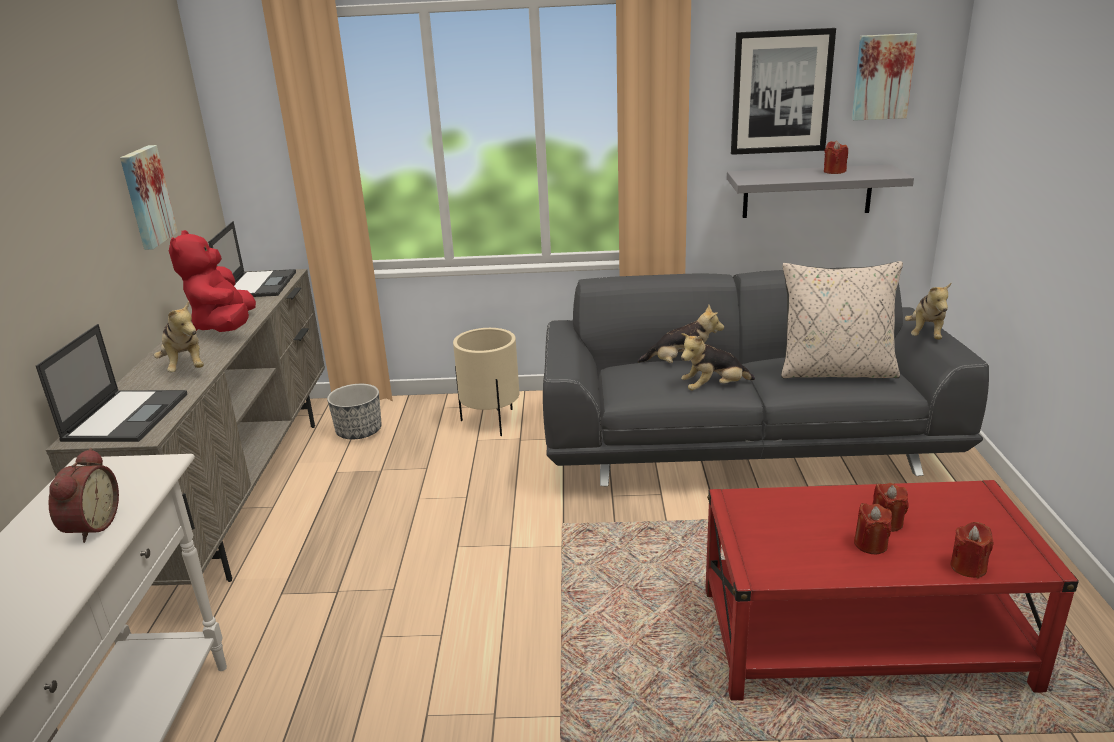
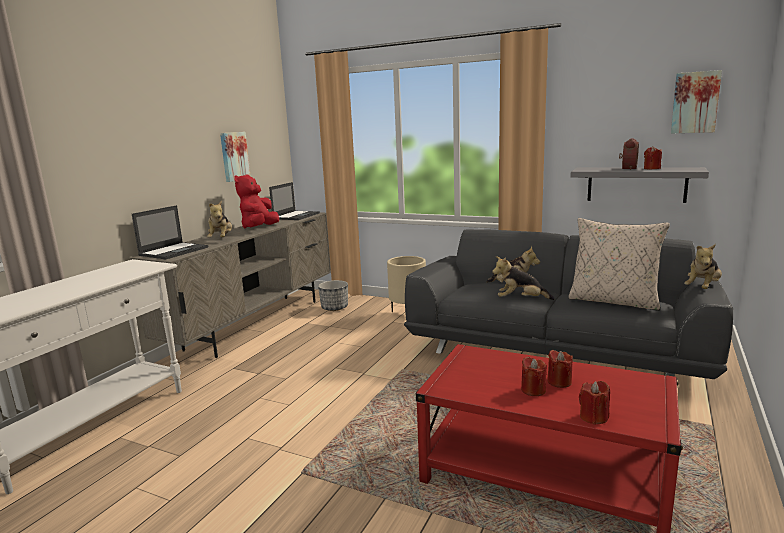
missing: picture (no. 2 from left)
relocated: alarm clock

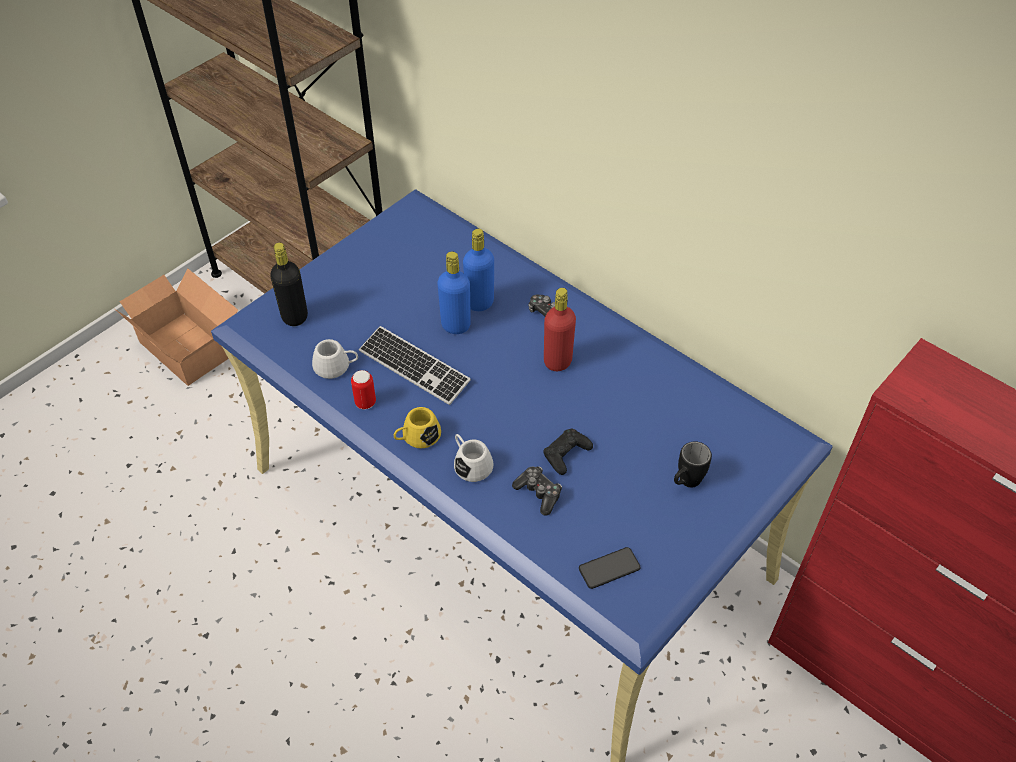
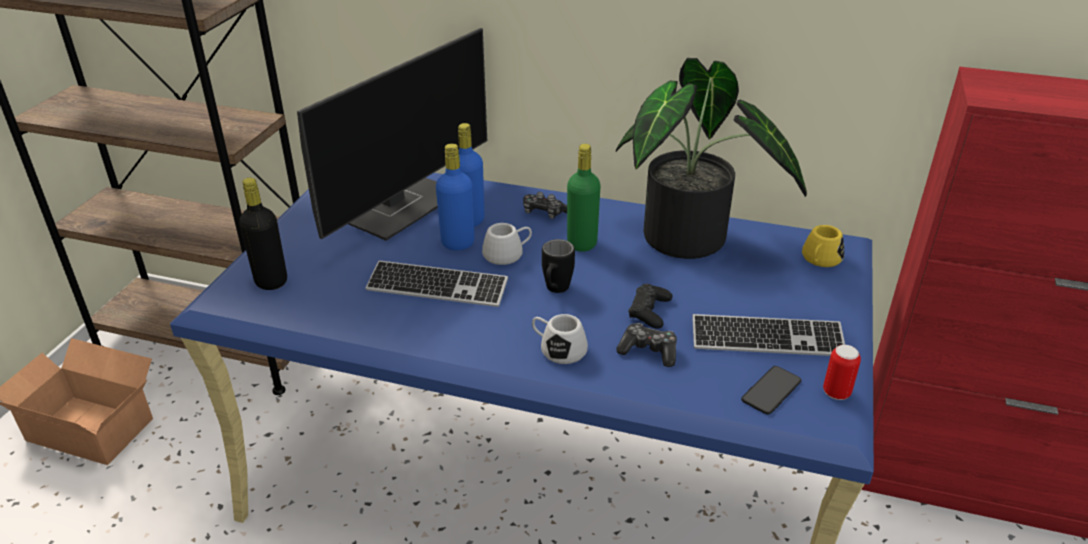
appeared: monitor; potted plant; keyboard (no. 2 from left)
relocated: white mug (no. 1 from left); can; yellow mug; black mug
colour: red bottle to green bottle

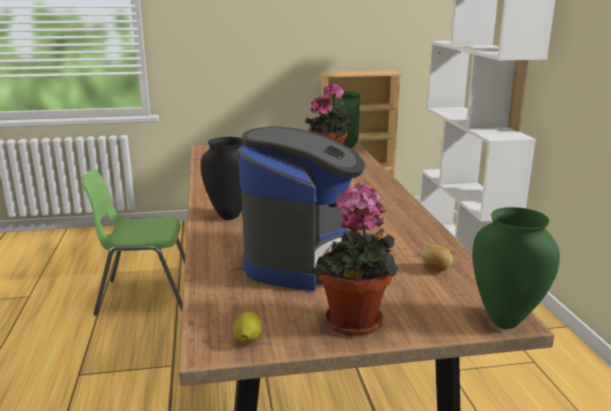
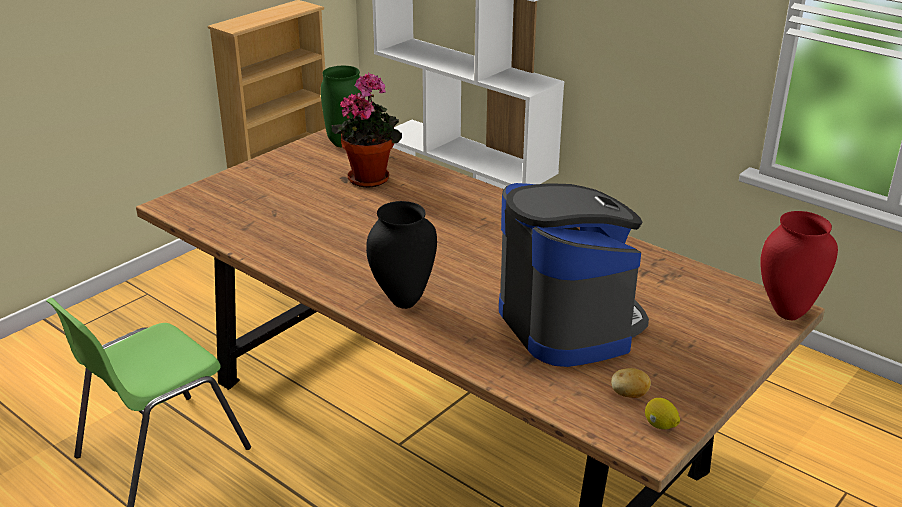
missing: potted plant (no. 2 from left)
relocated: potato
colour: green vase (no. 2 from left) to red vase

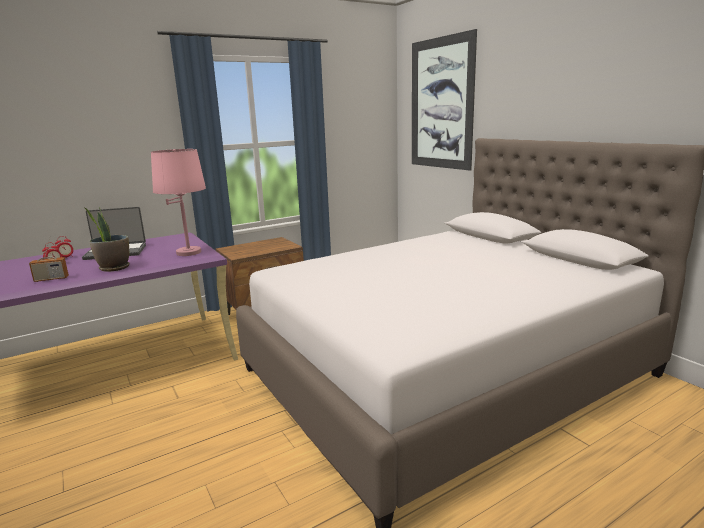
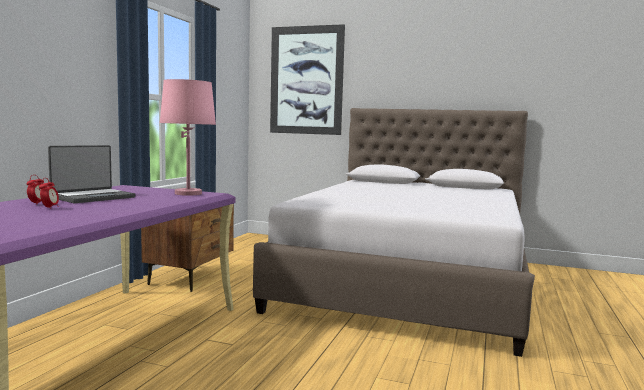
missing: potted plant; radio

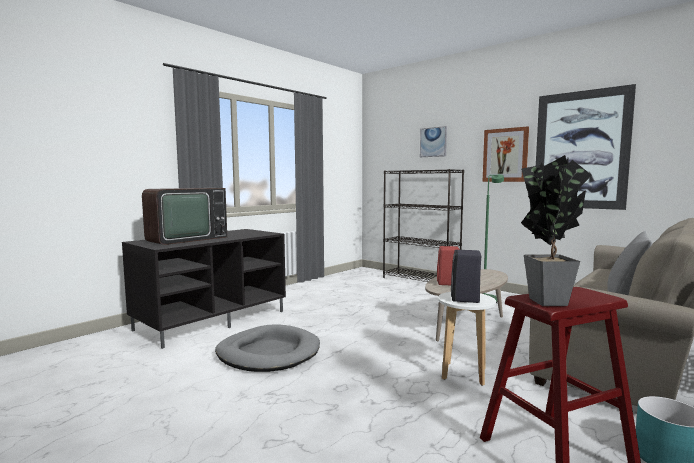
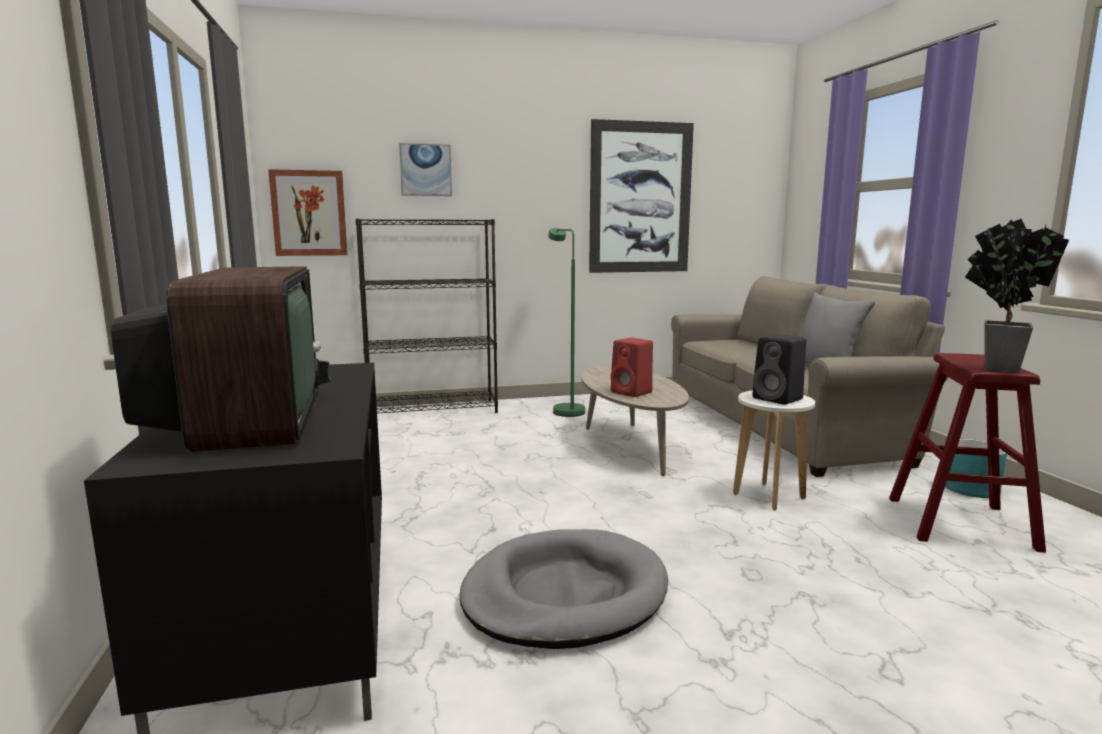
relocated: picture (no. 2 from left in the first image) to picture (no. 1 from left)

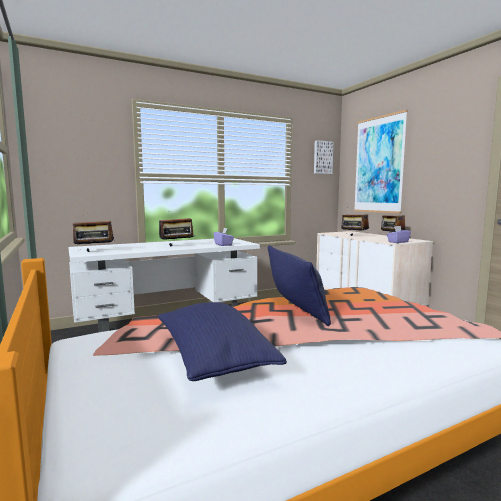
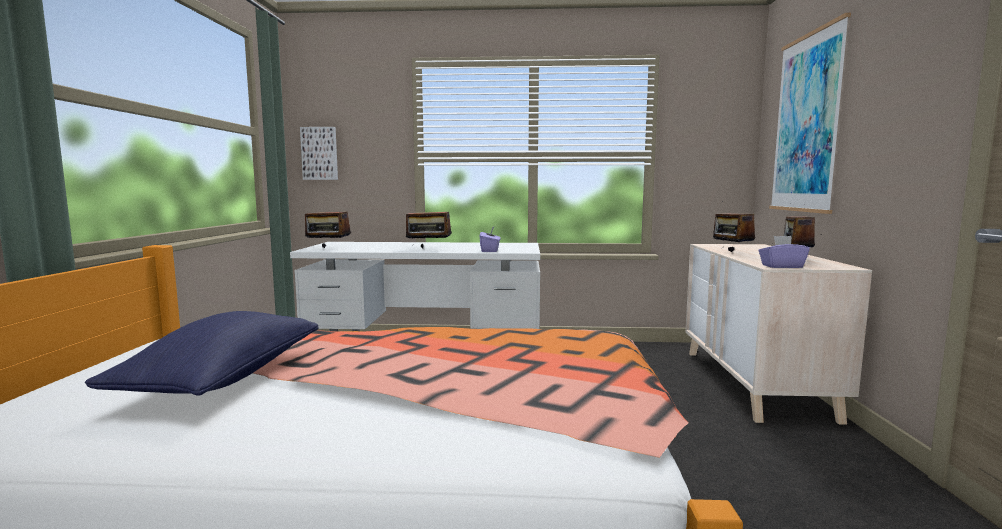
missing: blue pillow (no. 2 from left)
relocated: picture (no. 1 from left)

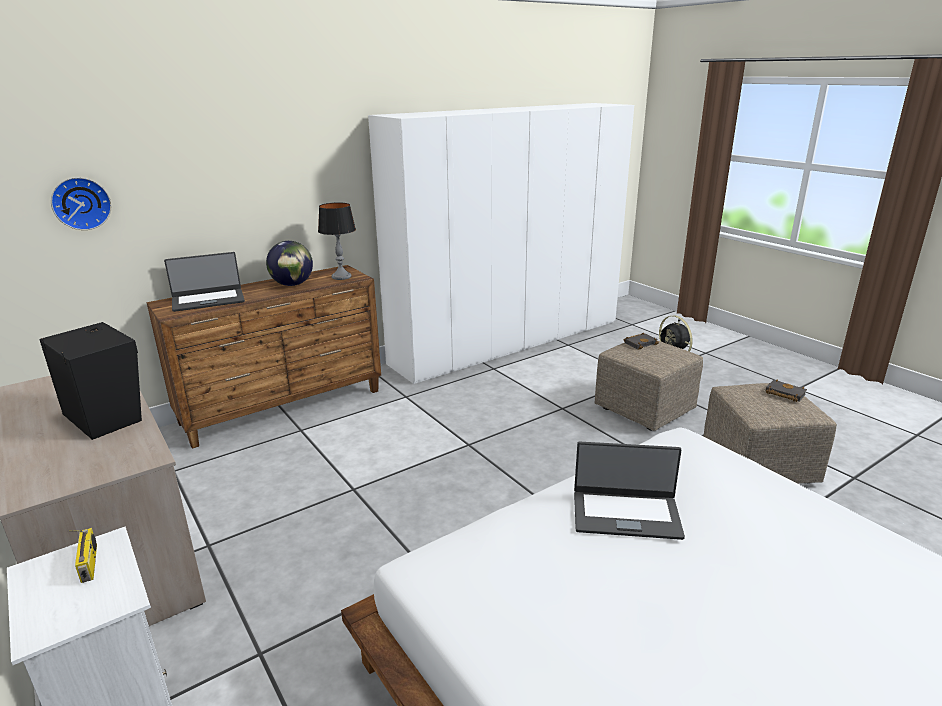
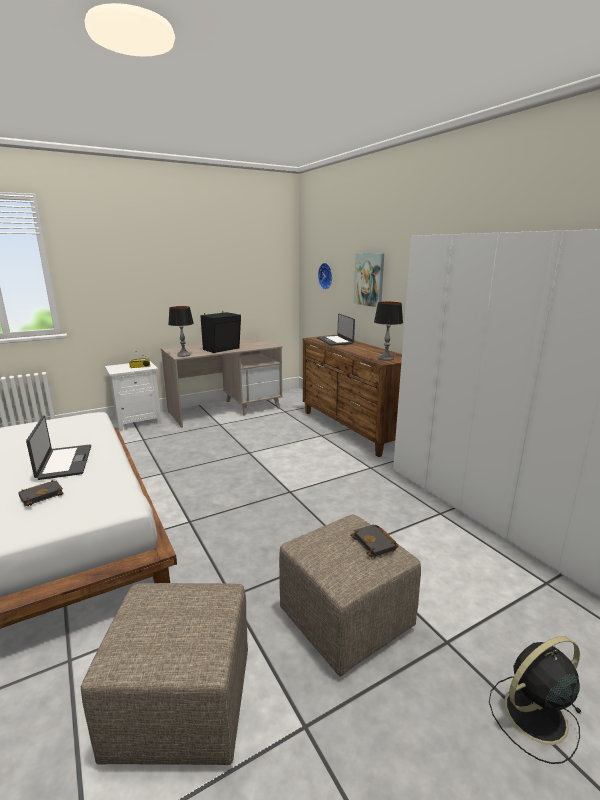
missing: globe
appeared: picture; table lamp (no. 1 from left)
relocated: black book (no. 2 from left in the first image) to black book (no. 1 from left)
spun: laptop (no. 2 from left in the first image) 150 degrees clockwise

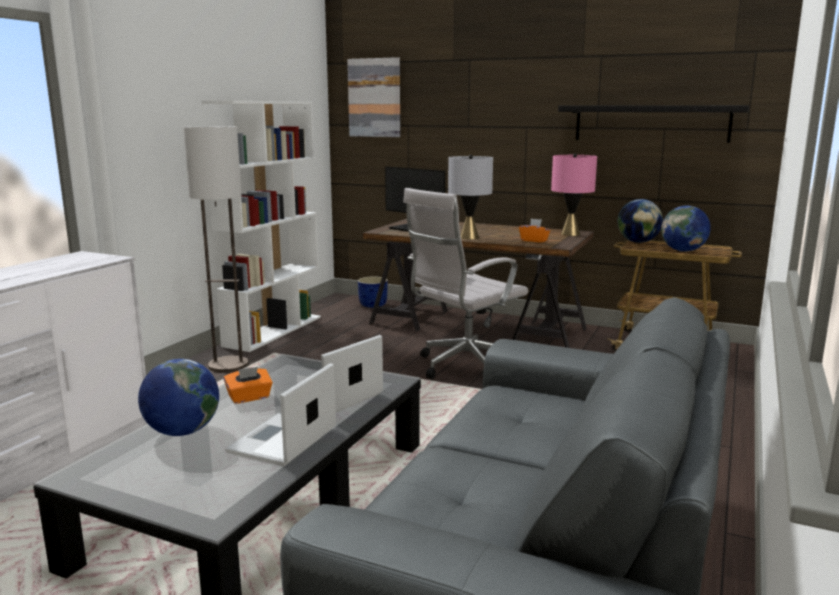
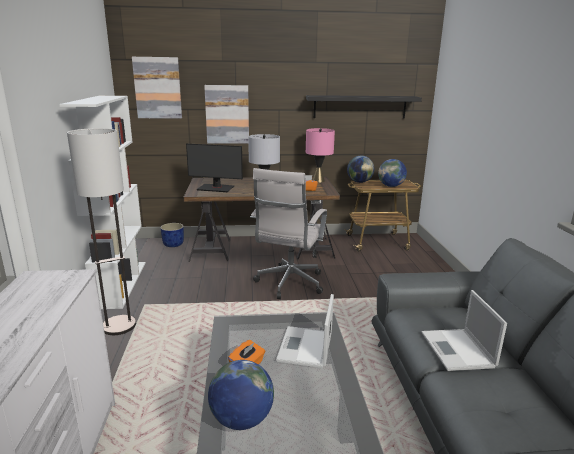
appeared: picture (no. 2 from left)
relocated: laptop (no. 1 from left in the first image) to laptop (no. 2 from left)

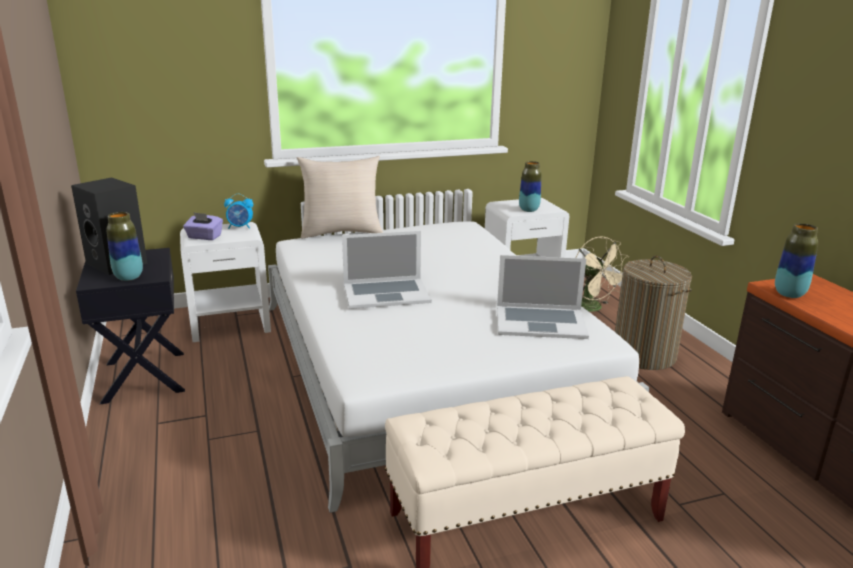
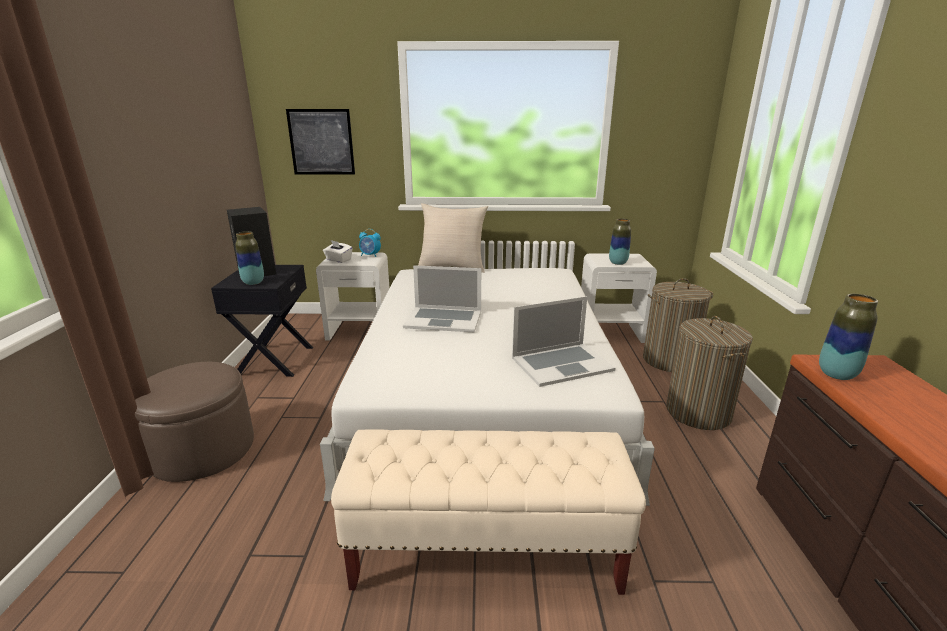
appeared: picture; brown ottoman
exchanged: beige fan to laundry basket (no. 1 from left)
colour: purple tissue box to white tissue box
spun: laptop (no. 2 from left) 45 degrees counterclockwise

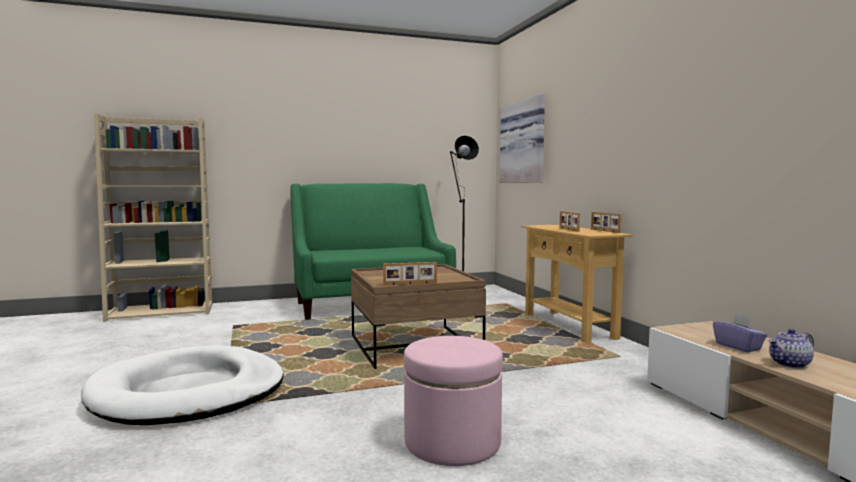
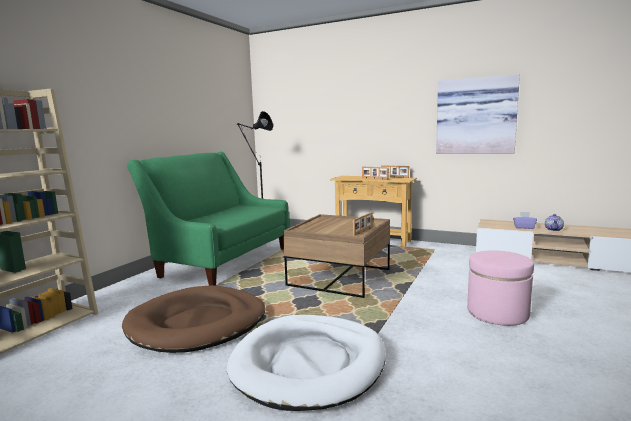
appeared: brown dog bed
relocated: picture

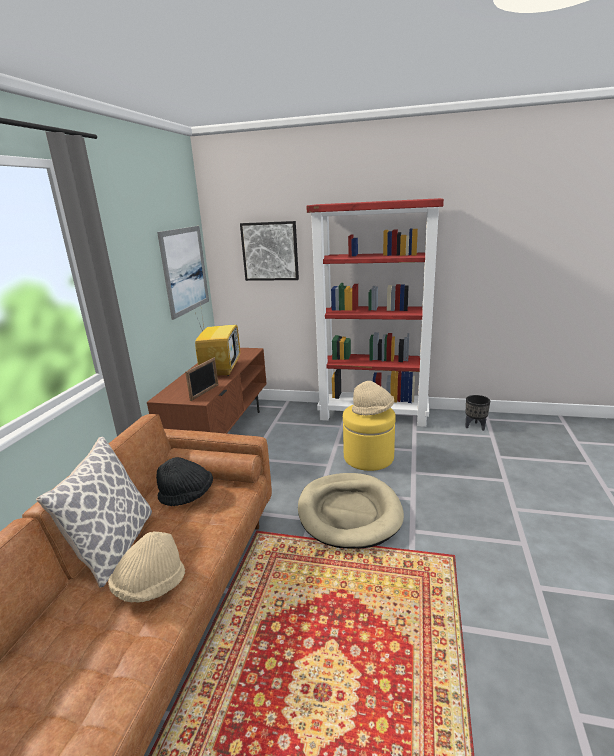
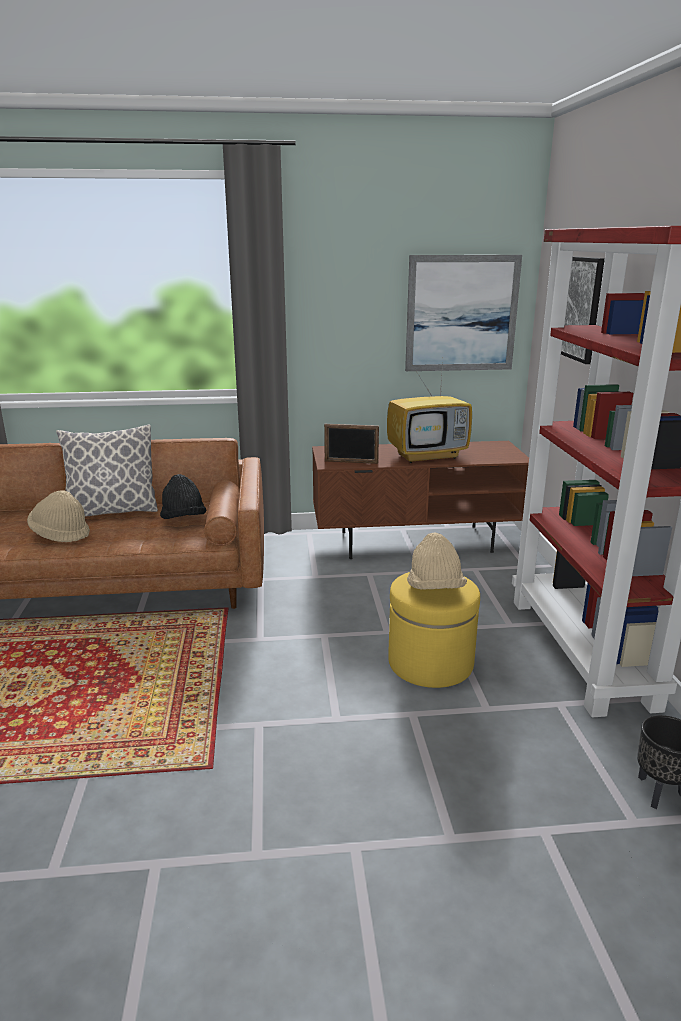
missing: beige dog bed

